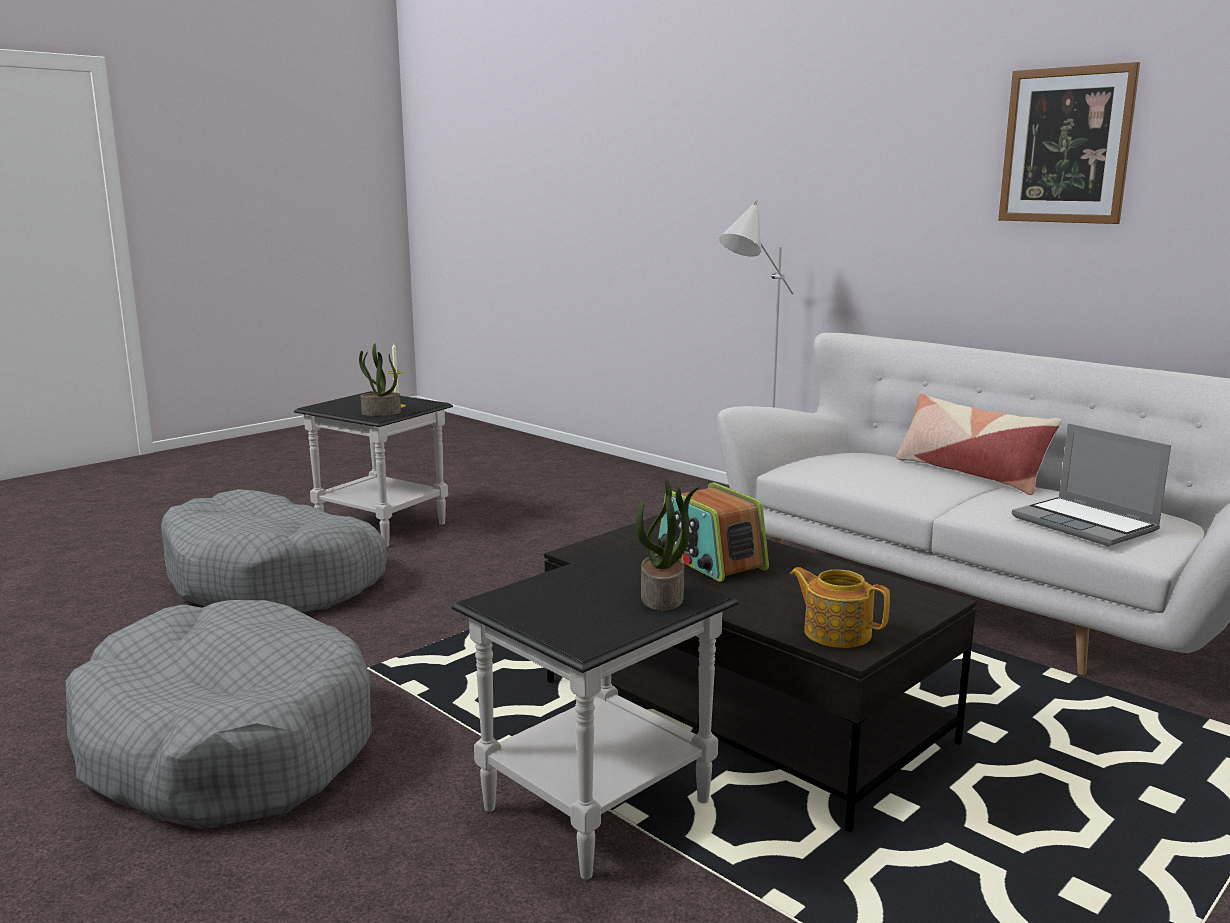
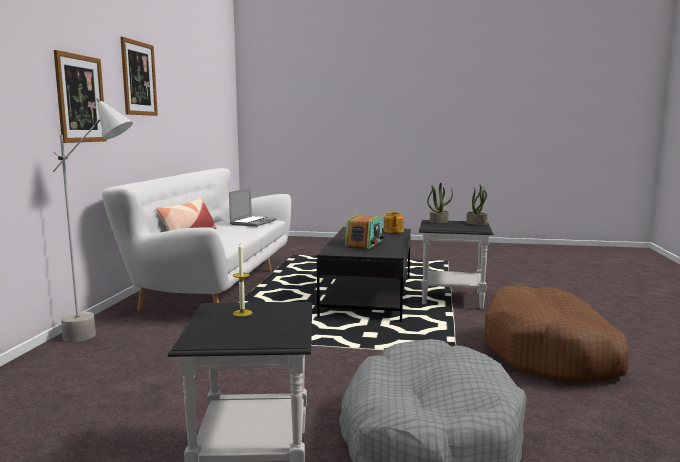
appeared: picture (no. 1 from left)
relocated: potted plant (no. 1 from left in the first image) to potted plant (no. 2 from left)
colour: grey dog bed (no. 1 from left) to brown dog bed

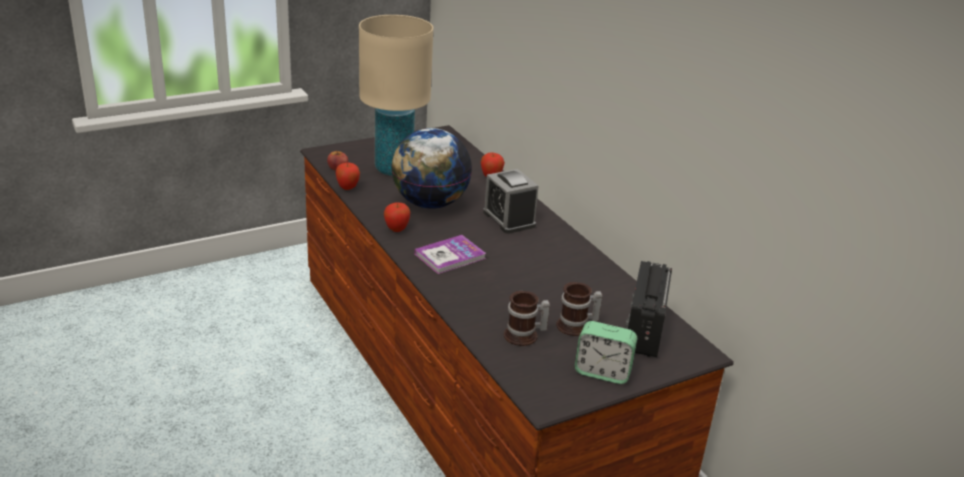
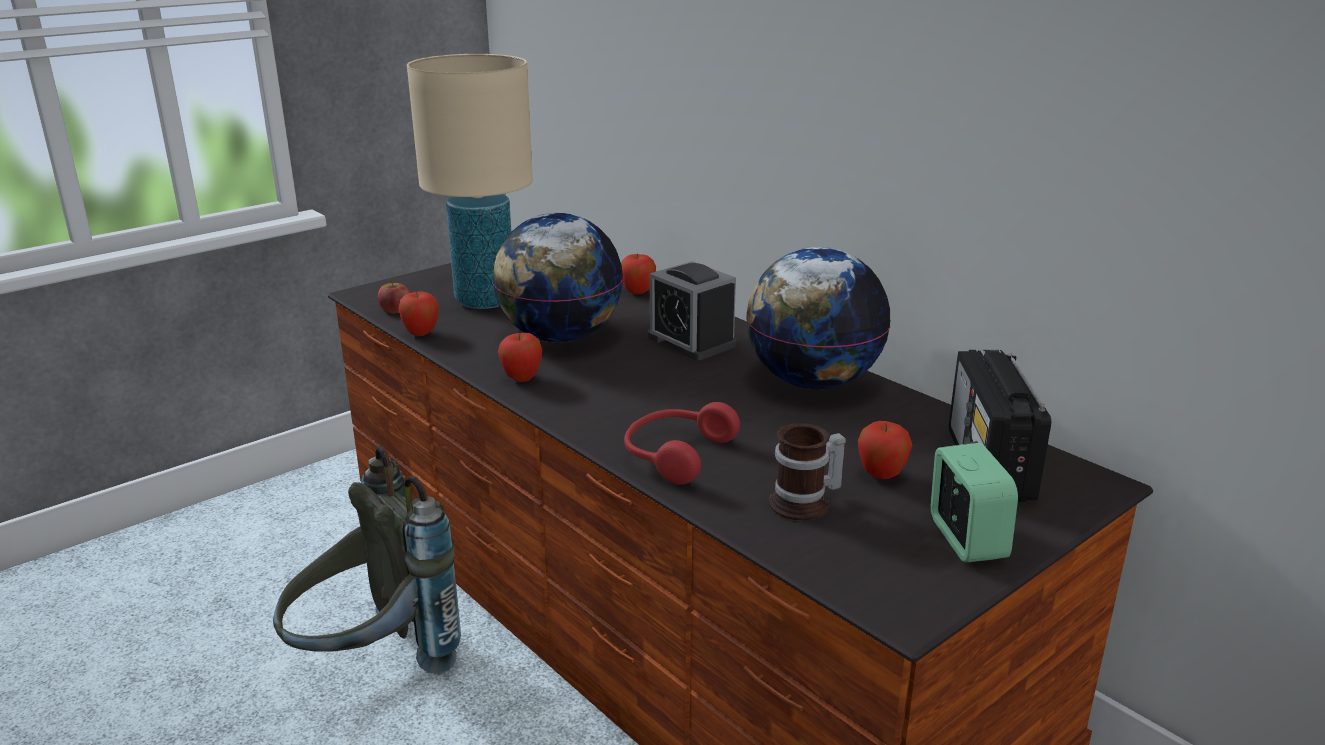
missing: book
appeared: globe (no. 2 from left); red headphones; grey backpack
exchanged: mug (no. 2 from left) to apple (no. 5 from left)
spun: alarm clock (no. 2 from left) 105 degrees counterclockwise

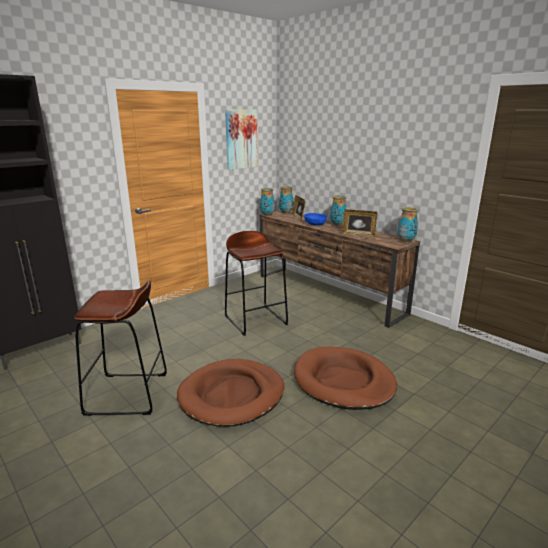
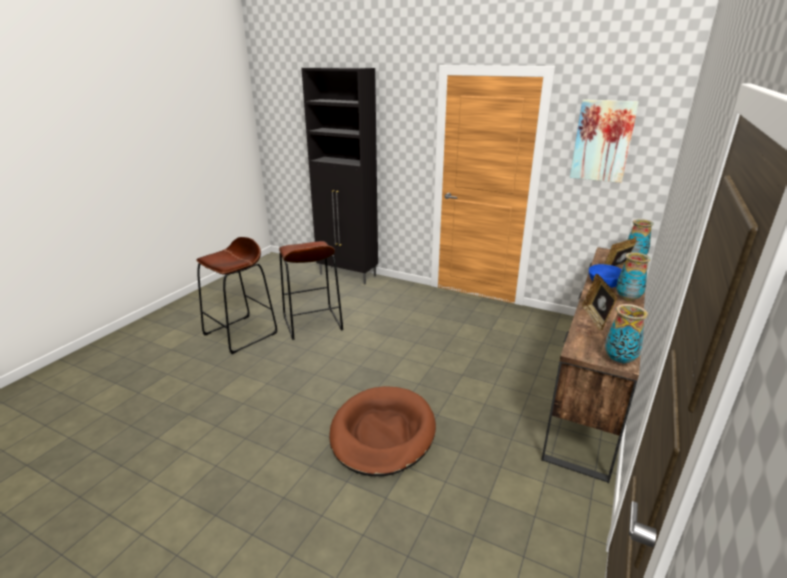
missing: vase (no. 1 from left); brown dog bed (no. 1 from left)
relocated: brown stool (no. 2 from left in the first image) to brown stool (no. 1 from left)

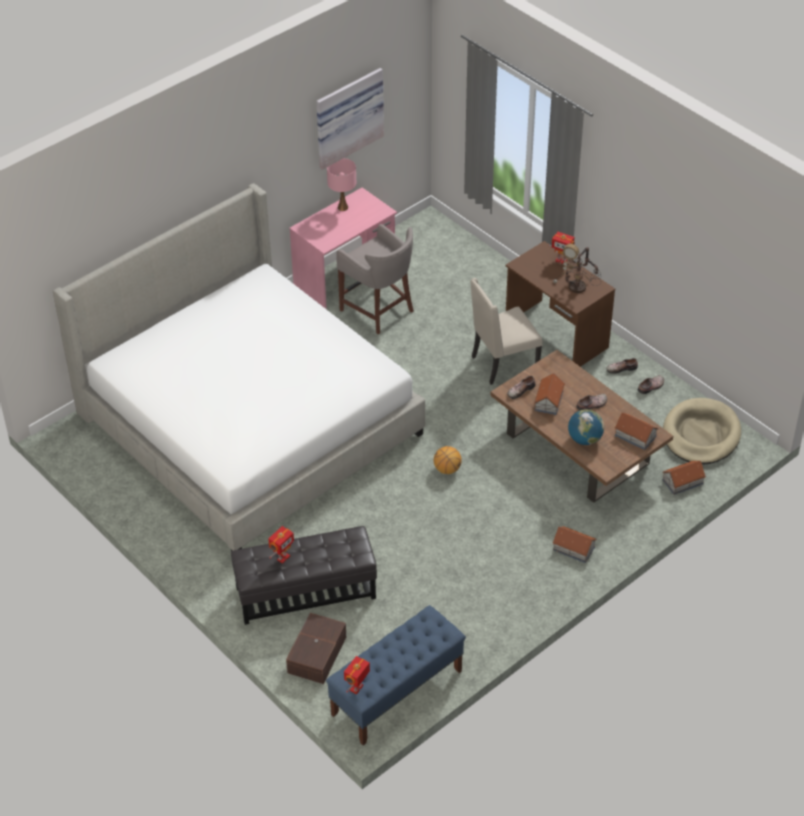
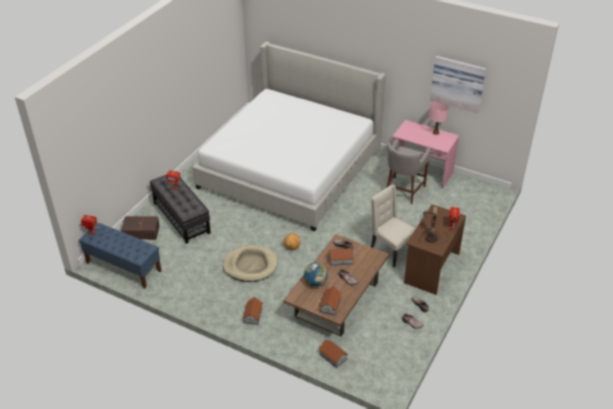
relocated: beige dog bed

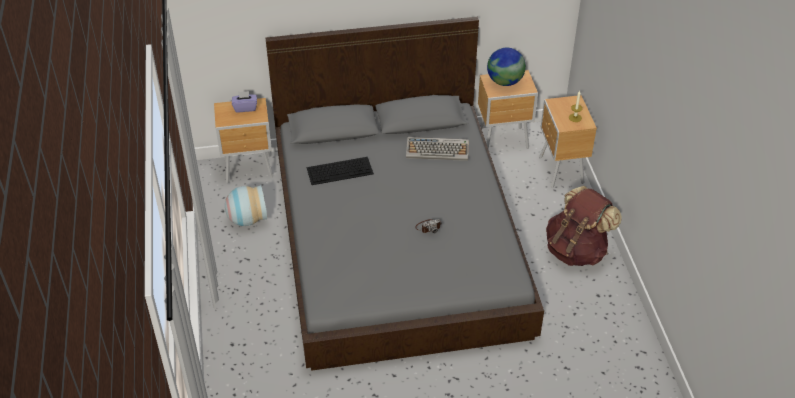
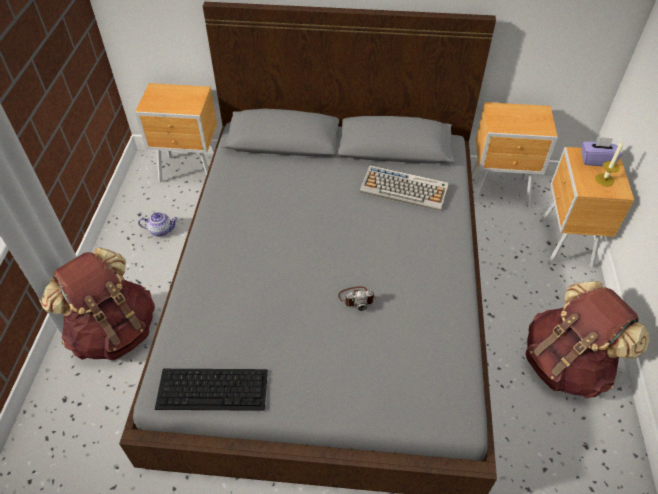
missing: globe
appeared: brown backpack (no. 1 from left)
relocated: purple tissue box; keyboard (no. 1 from left)
exchanged: vase to teapot

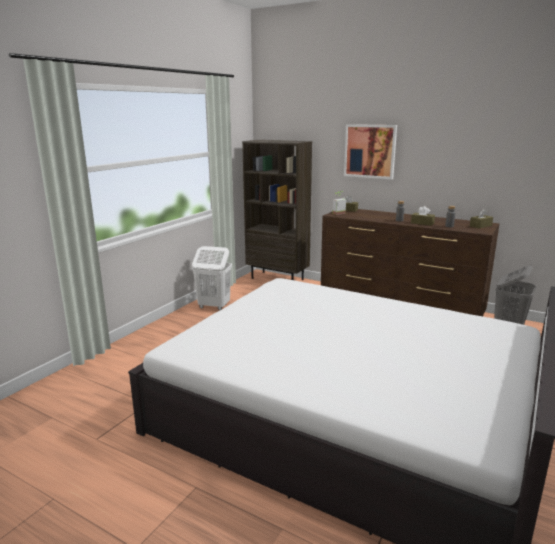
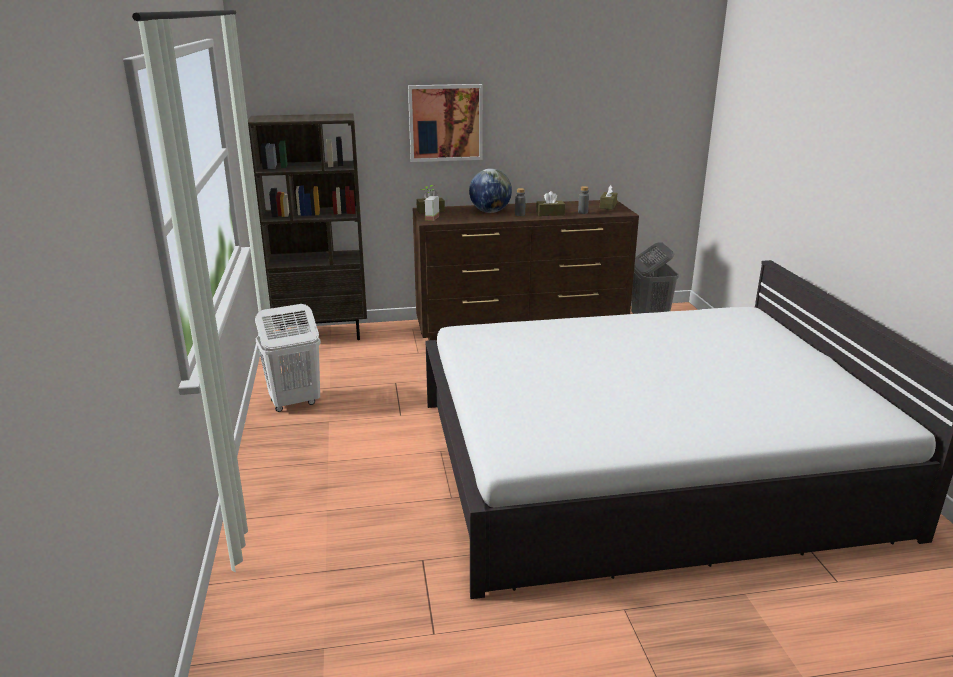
appeared: globe

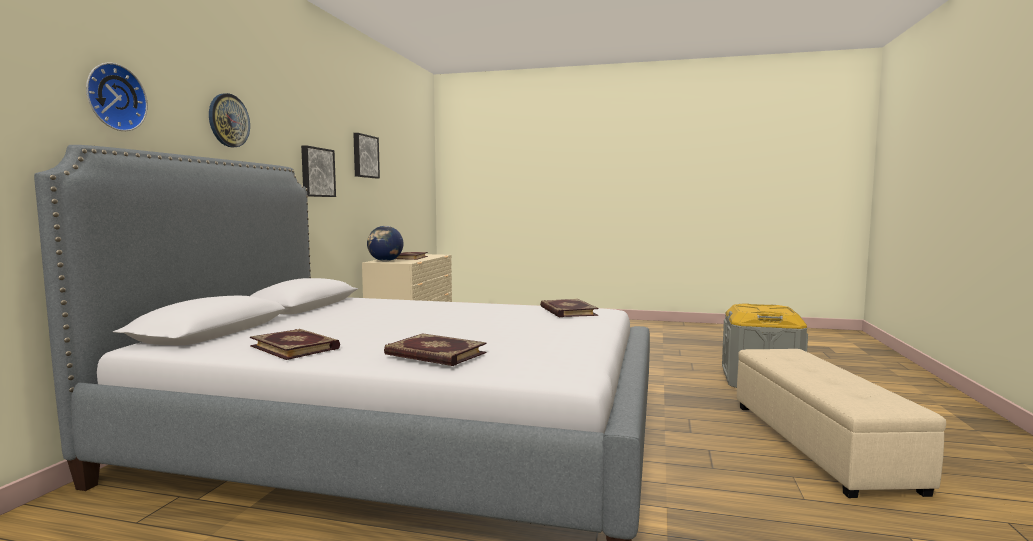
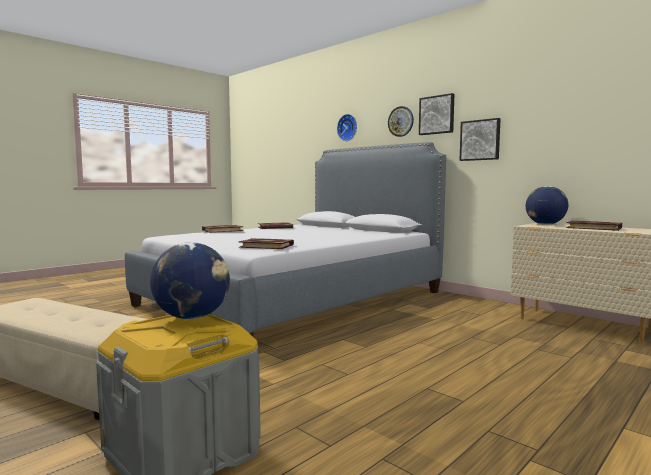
appeared: globe (no. 1 from left)
relocated: picture (no. 2 from left in the first image) to picture (no. 1 from left)

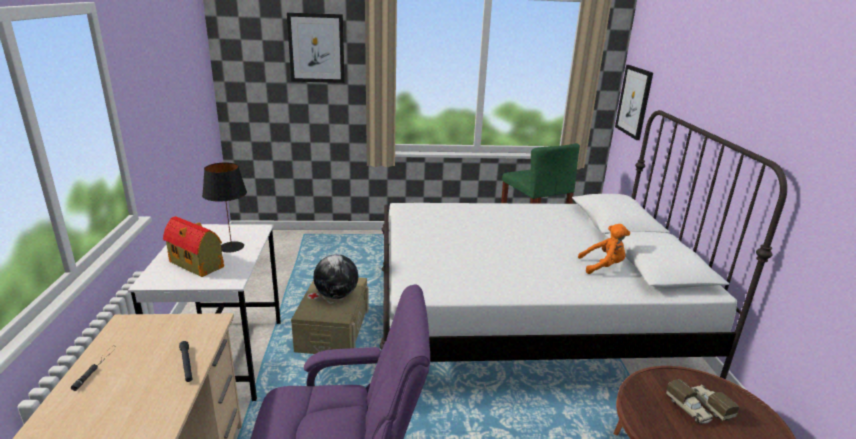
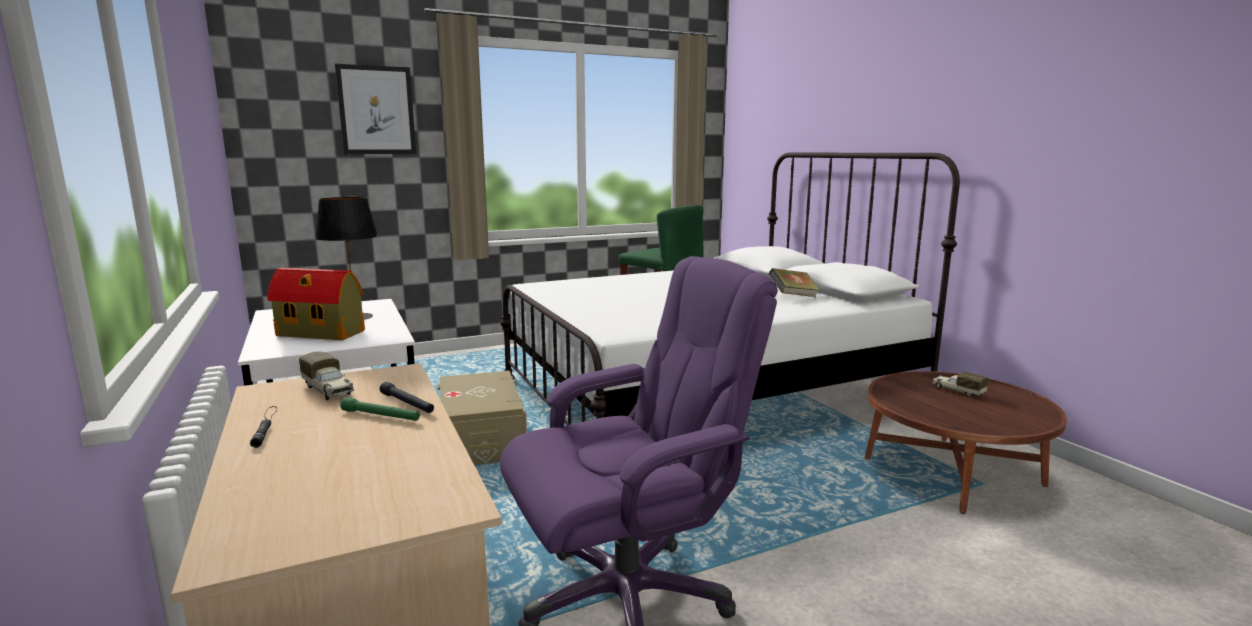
missing: picture (no. 2 from left); globe
appeared: green flashlight
relocated: toy truck (no. 1 from left)
exchanged: orange plush toy to book

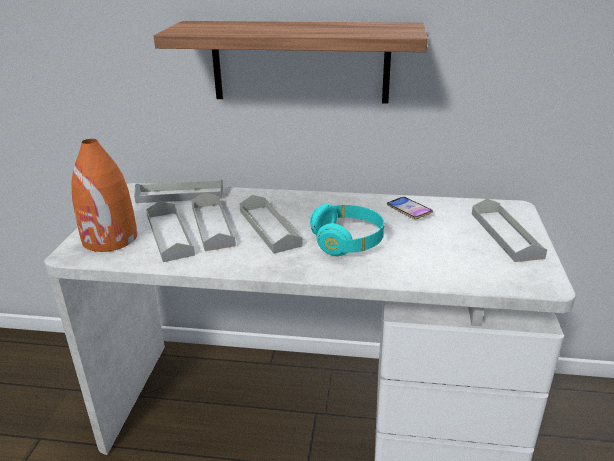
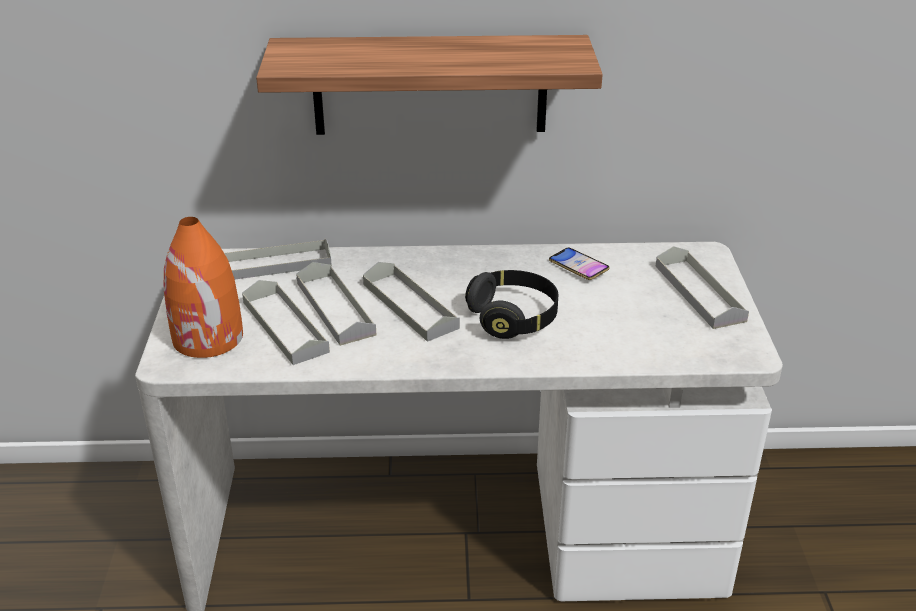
colour: turquoise headphones to black headphones

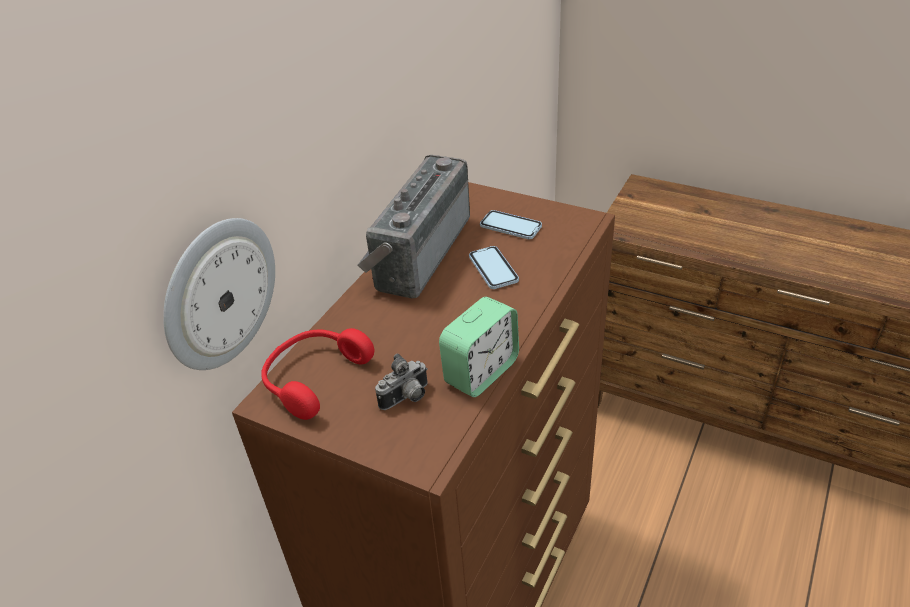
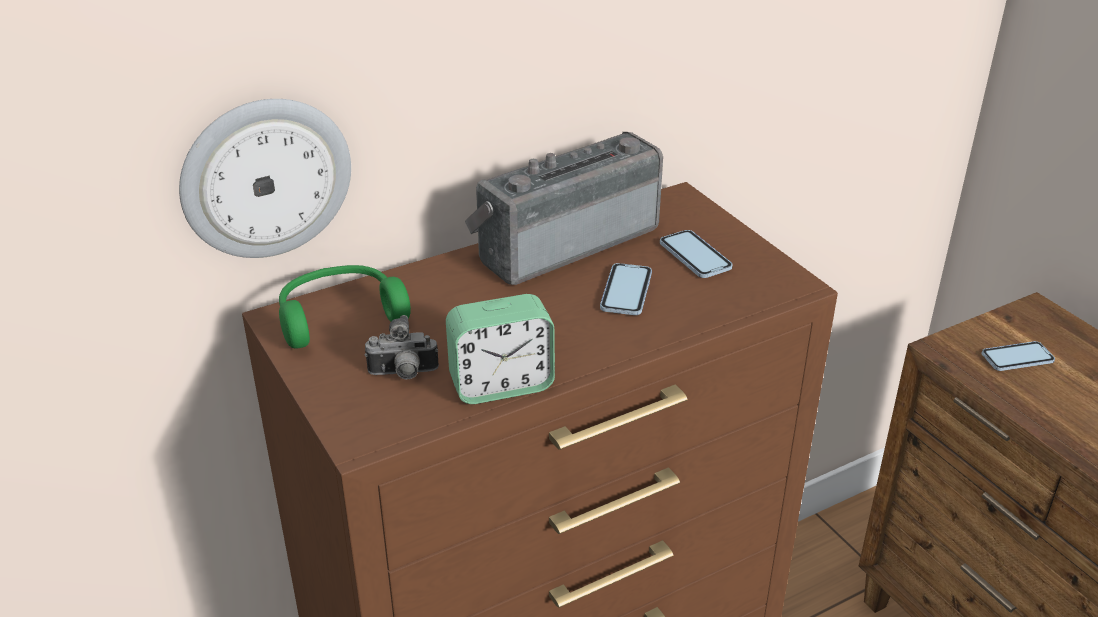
appeared: phone (no. 3 from left)
colour: red headphones to green headphones

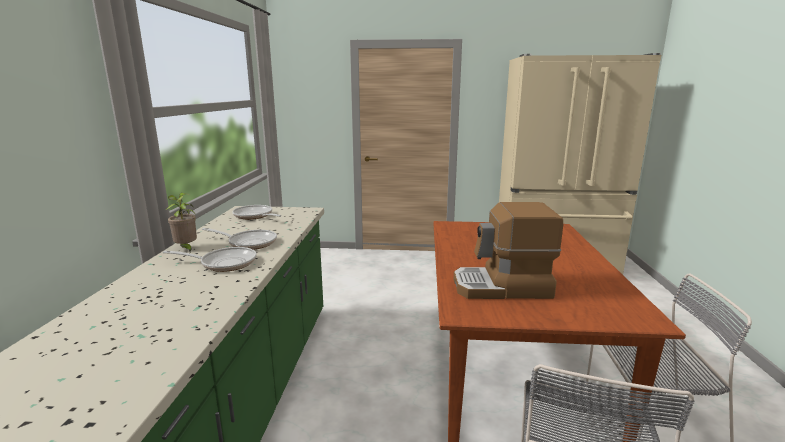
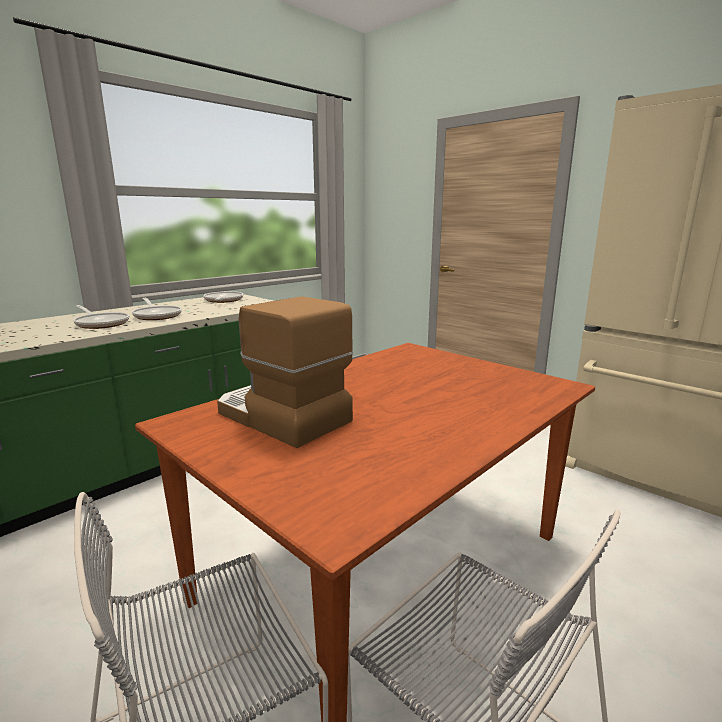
missing: potted plant

